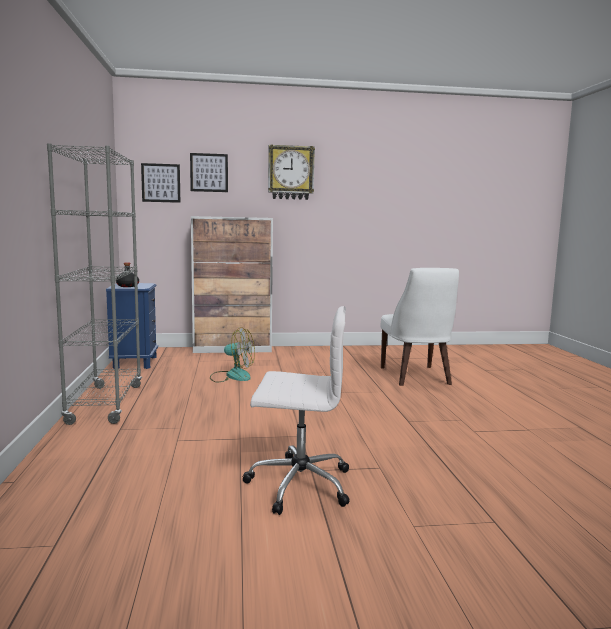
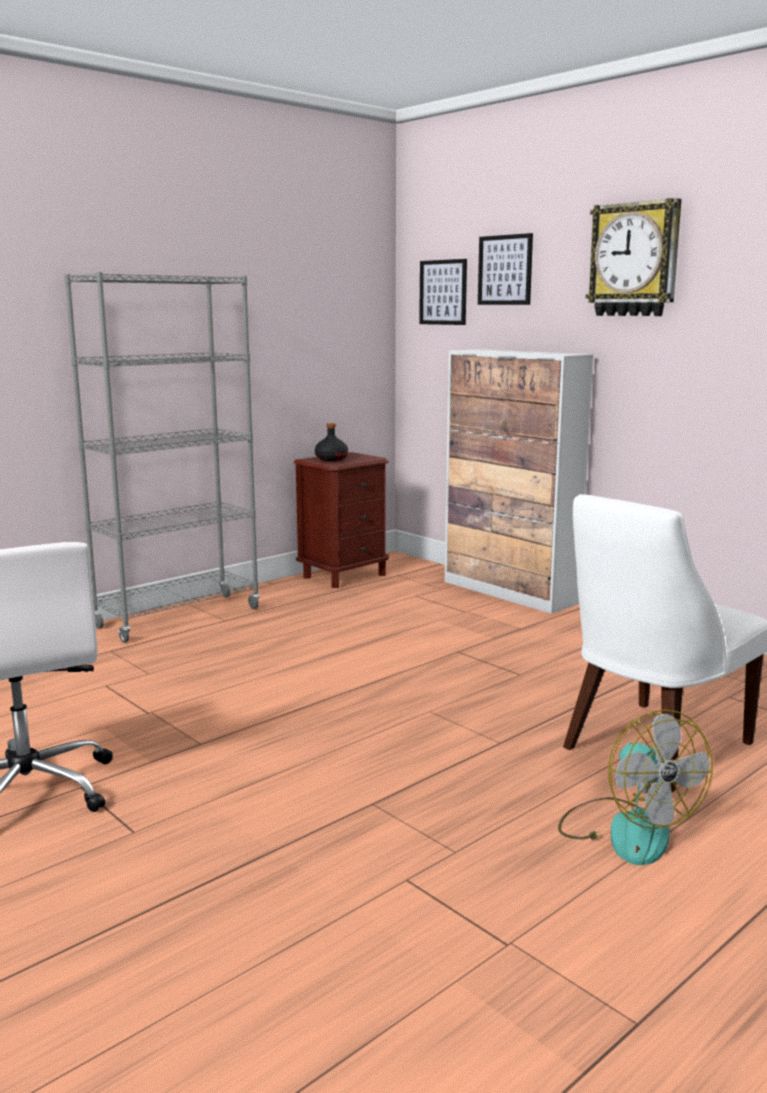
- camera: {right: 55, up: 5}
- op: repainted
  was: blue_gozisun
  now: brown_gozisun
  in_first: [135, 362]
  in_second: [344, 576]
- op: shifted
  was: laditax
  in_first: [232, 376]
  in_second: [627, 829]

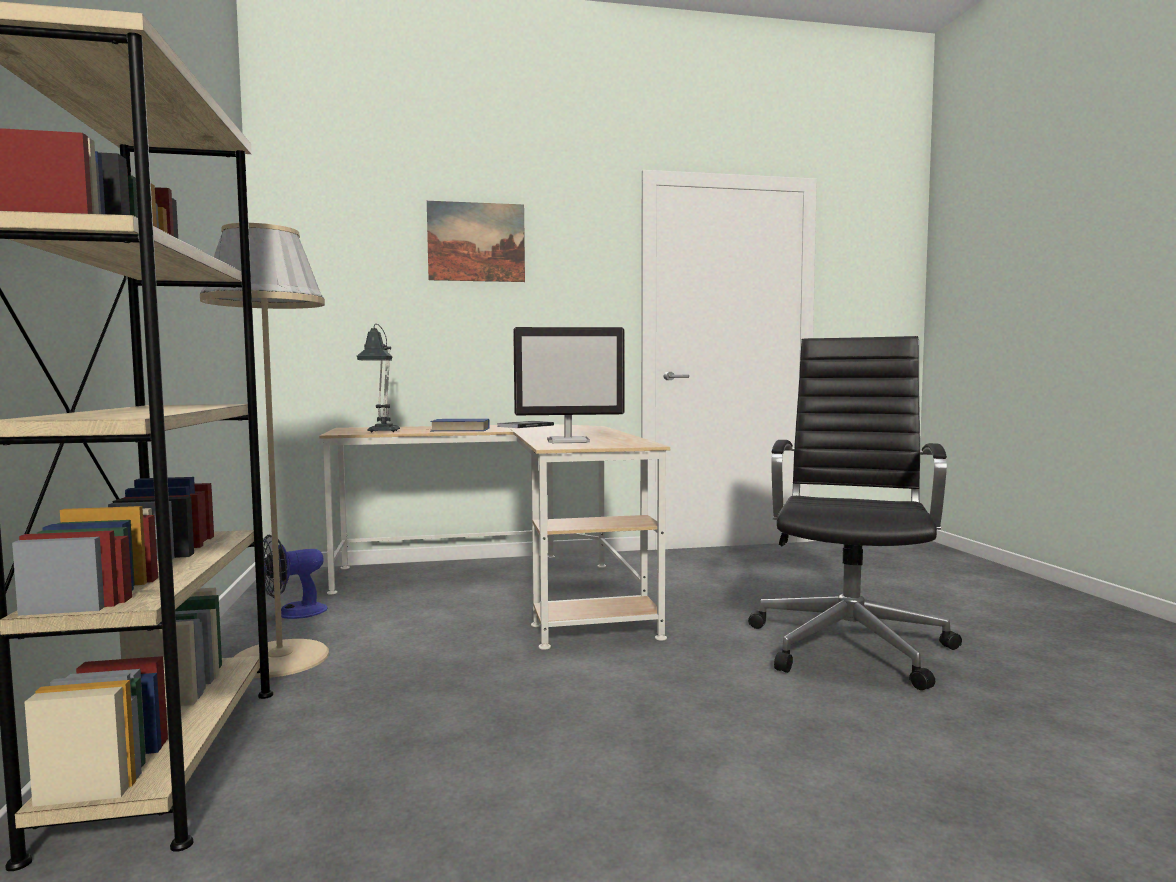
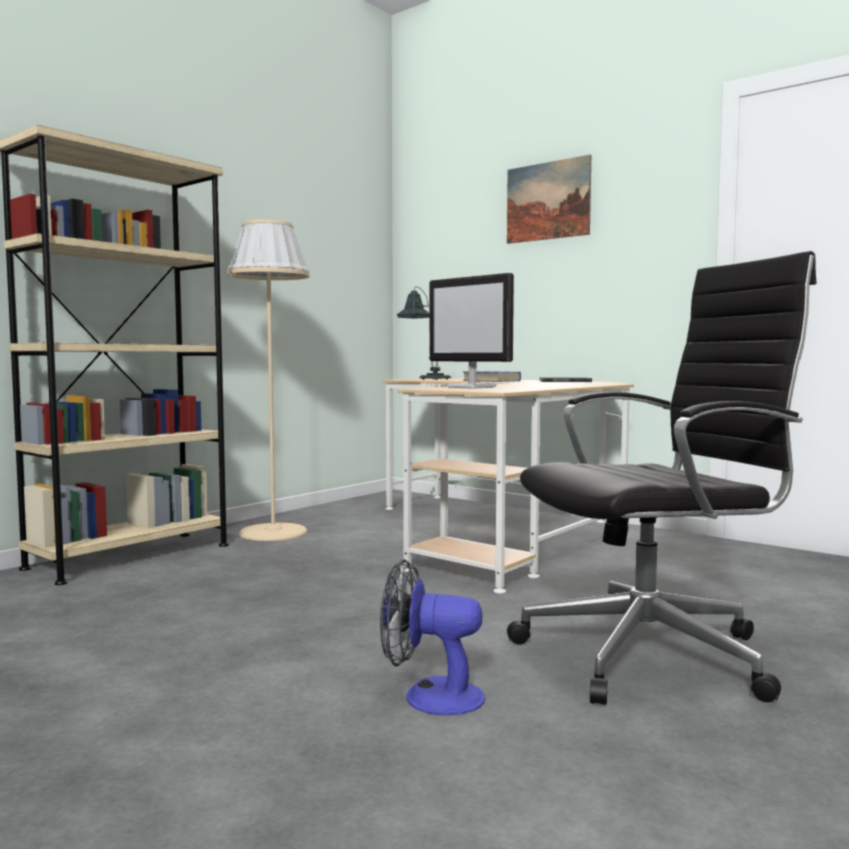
- camera: {right: 50, up: 0}
- op: shifted
  was: laditax
  in_first: [293, 613]
  in_second: [430, 696]

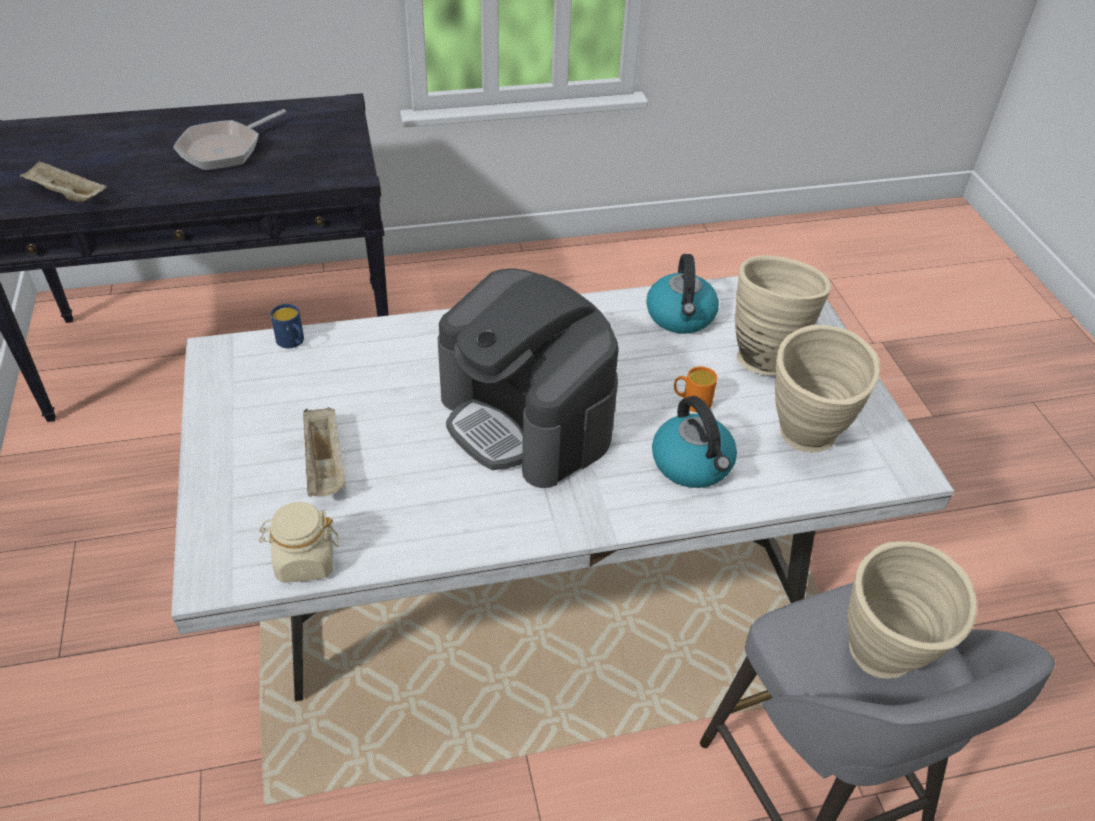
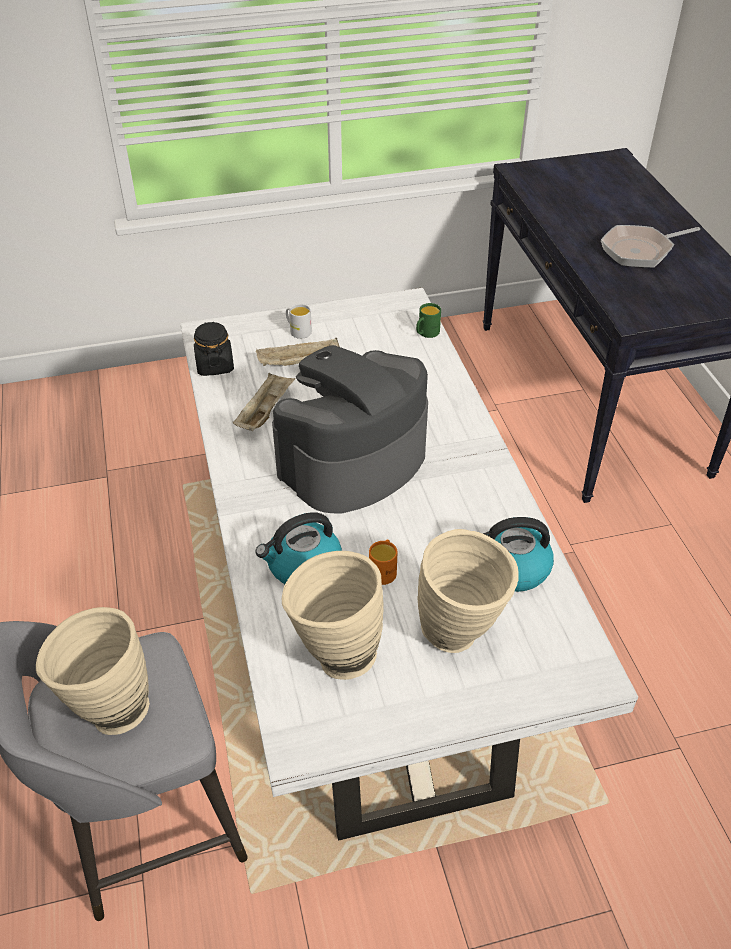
- camera: {right: 90, up: 0}
- op: rotated
  was: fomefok
  in_first: [225, 149]
  in_second: [640, 250]
  clockwise: -60
- op: shifted
  was: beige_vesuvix
  in_first: [66, 195]
  in_second: [265, 412]
- op: repainted
  was: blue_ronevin
  now: green_ronevin
  in_first: [293, 342]
  in_second: [426, 333]
- op: repainted
  was: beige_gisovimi
  now: black_gisovimi
  in_first: [304, 561]
  in_second: [215, 365]
- op: new
  now: white_ronevin
  in_second: [298, 331]

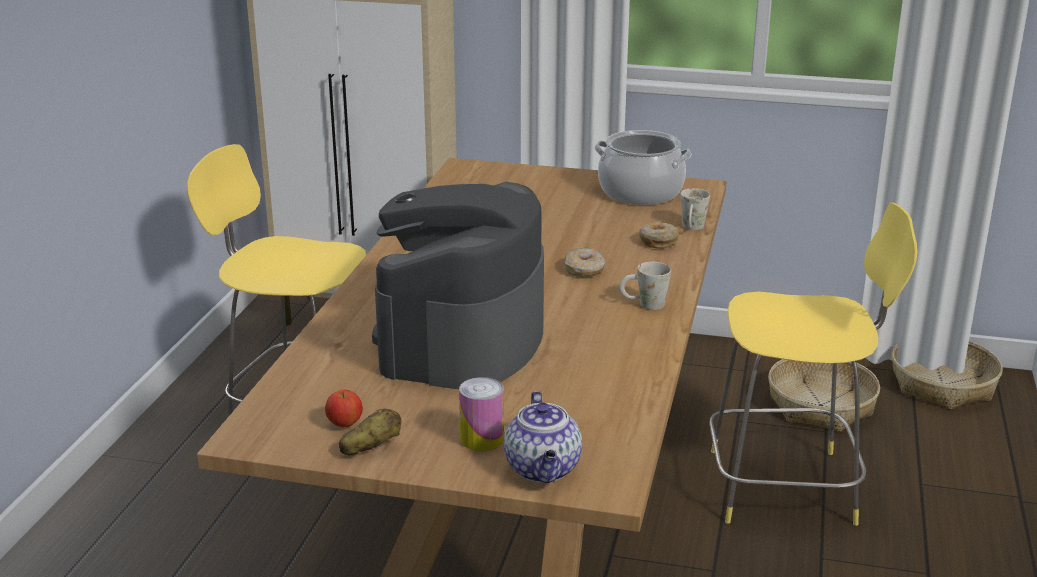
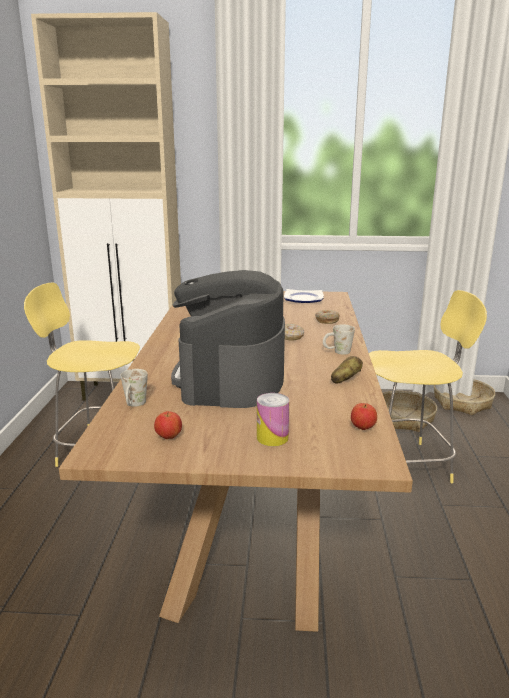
- camera: {right: -10, up: -5}
- op: swapped
  was: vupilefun
  now: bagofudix
  in_first: [640, 192]
  in_second: [302, 299]
- op: shifted
  was: white_ronevin
  in_first: [692, 229]
  in_second: [134, 405]
- op: gone
  was: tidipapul
  in_first: [544, 470]
- op: shifted
  was: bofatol
  in_first: [371, 448]
  in_second: [345, 380]
- op: new
  now: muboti
  in_second: [363, 428]

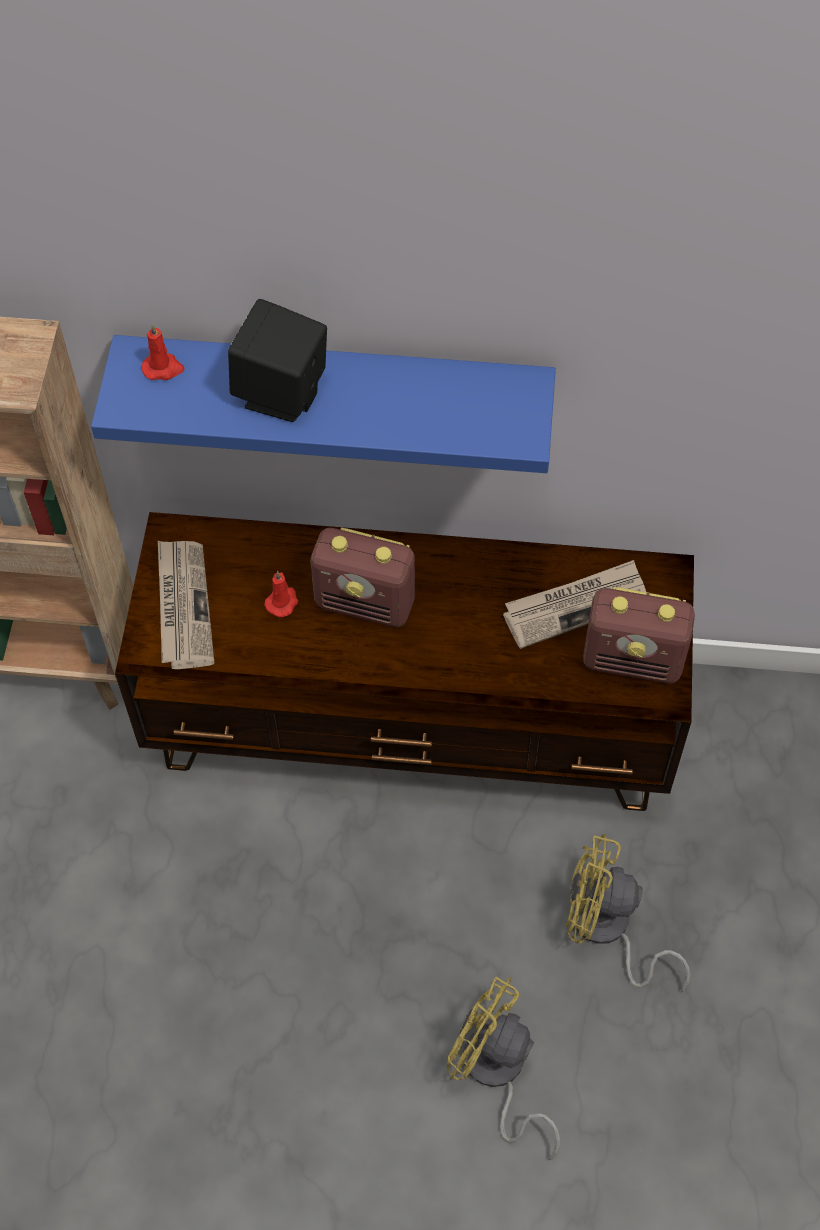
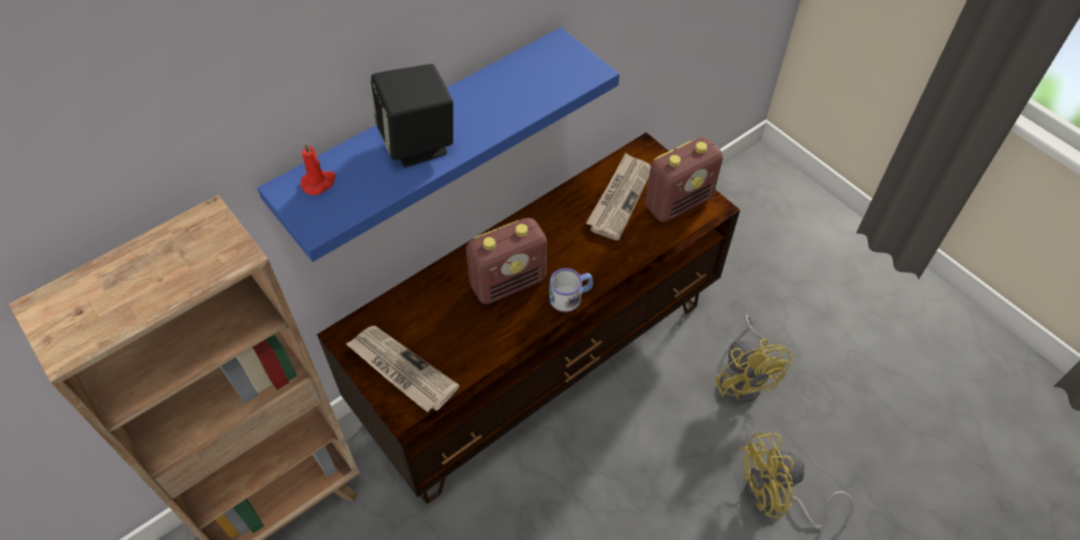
- camera: {right: -45, up: -5}
- op: gone
  was: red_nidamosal
  in_first: [282, 602]
- op: rotated
  was: yellow_laditax
  in_first: [607, 930]
  in_second: [744, 378]
  clockwise: -75
- op: new
  now: ronevin
  in_second: [571, 297]

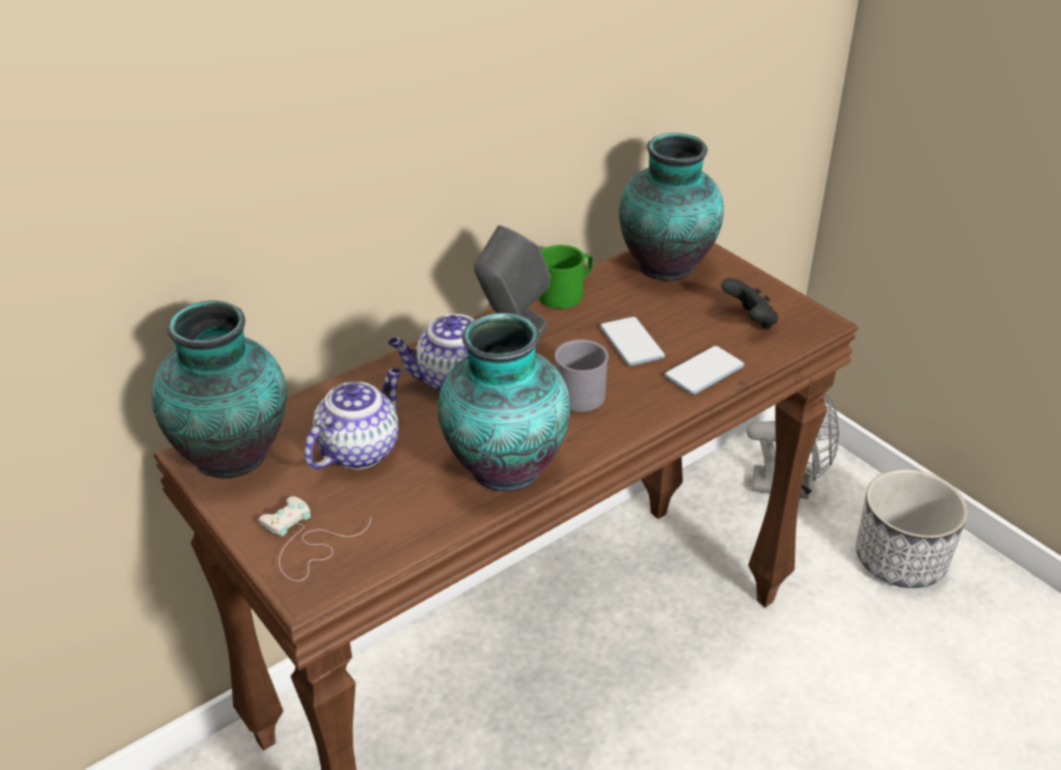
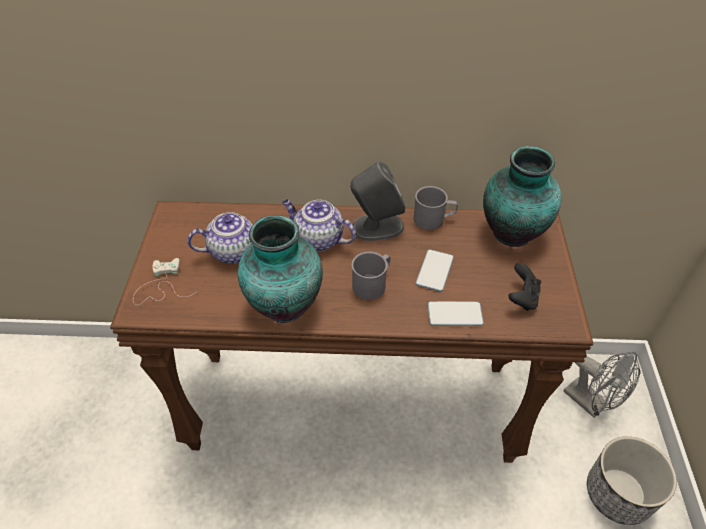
- camera: {right: 40, up: 10}
- op: repainted
  was: green_ronevin
  now: grey_ronevin
  in_first: [566, 293]
  in_second: [433, 219]
- op: gone
  was: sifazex
  in_first: [235, 456]

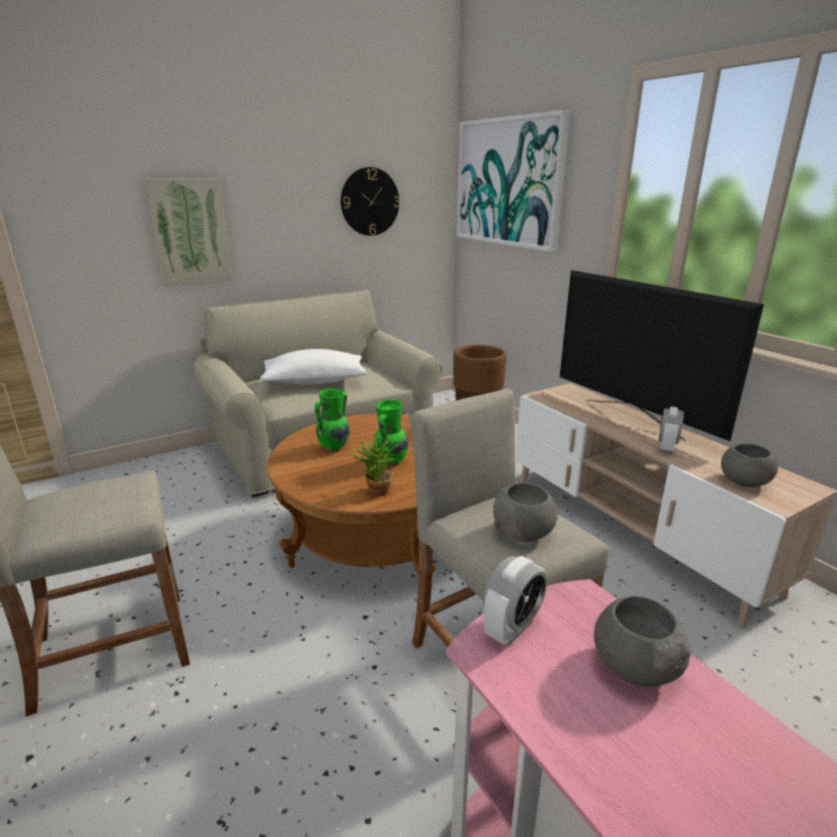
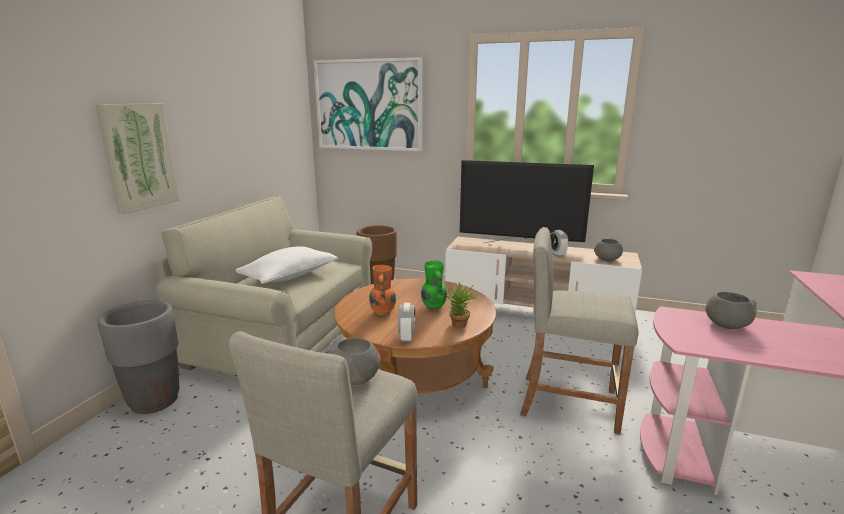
- camera: {right: -40, up: -5}
- op: gone
  was: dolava
  in_first: [370, 202]
- op: repainted
  was: green_sifazex
  now: orange_sifazex
  in_first: [334, 447]
  in_second: [383, 312]
- op: shifted
  was: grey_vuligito
  in_first: [523, 533]
  in_second: [355, 378]
- op: shifted
  was: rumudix
  in_first: [512, 628]
  in_second: [407, 337]
- op: new
  now: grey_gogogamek
  in_second: [154, 401]

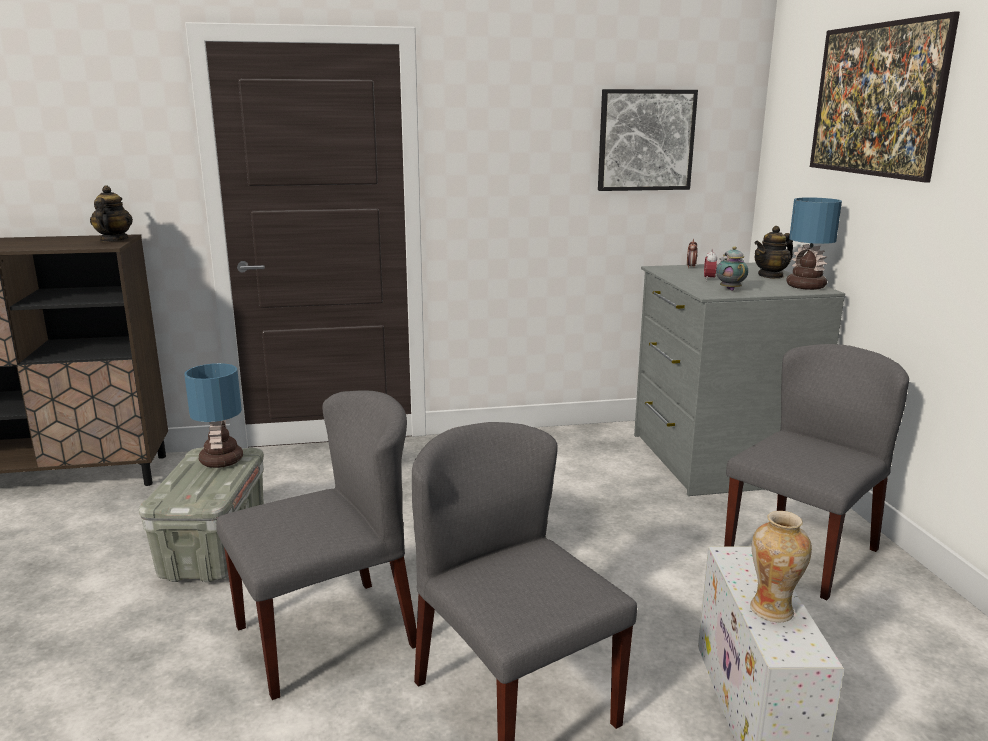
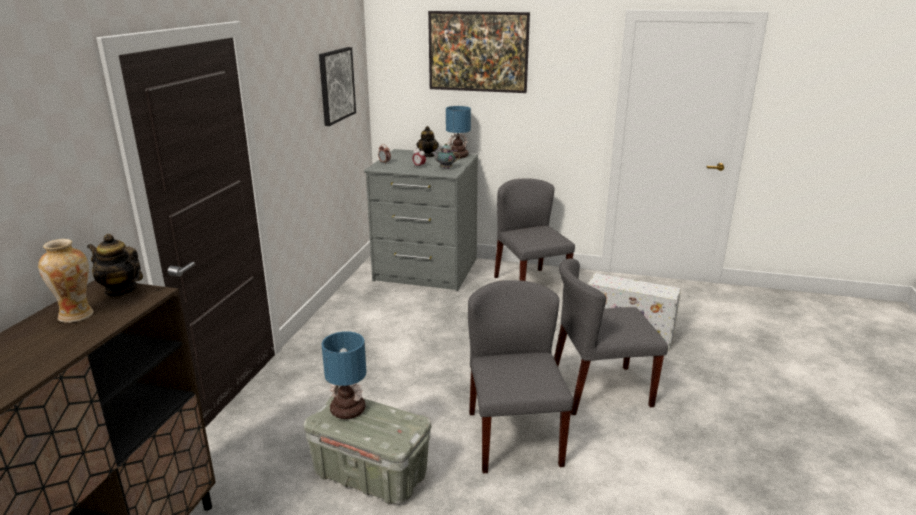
- camera: {right: -65, up: 5}
- op: shifted
  was: sifazex
  in_first: [772, 610]
  in_second: [76, 315]

